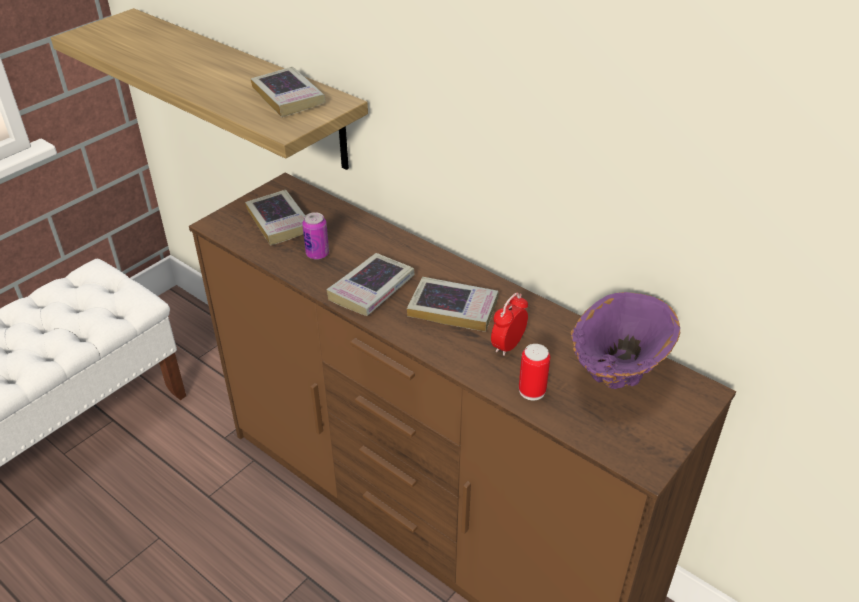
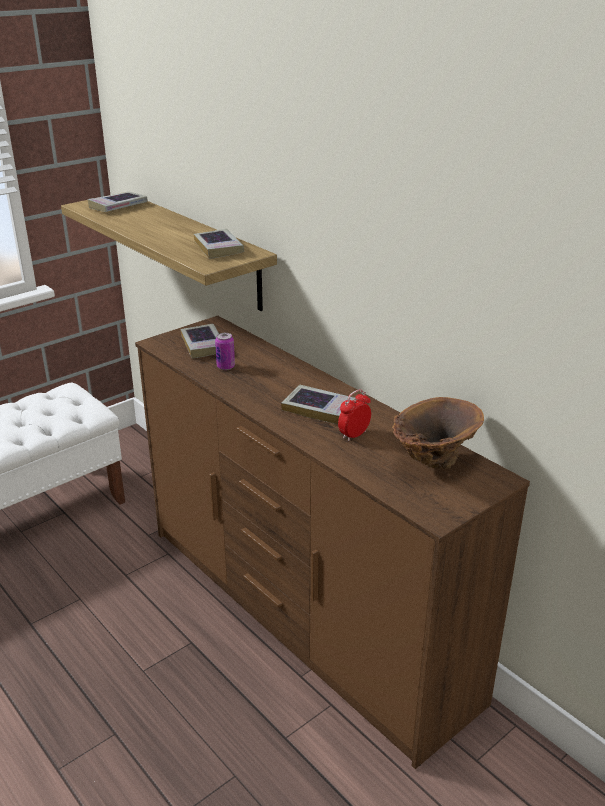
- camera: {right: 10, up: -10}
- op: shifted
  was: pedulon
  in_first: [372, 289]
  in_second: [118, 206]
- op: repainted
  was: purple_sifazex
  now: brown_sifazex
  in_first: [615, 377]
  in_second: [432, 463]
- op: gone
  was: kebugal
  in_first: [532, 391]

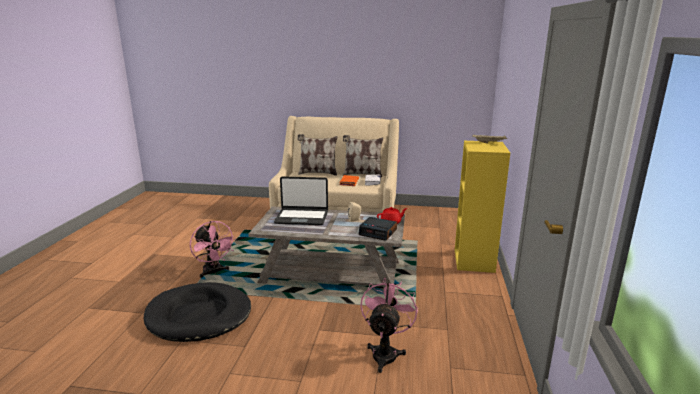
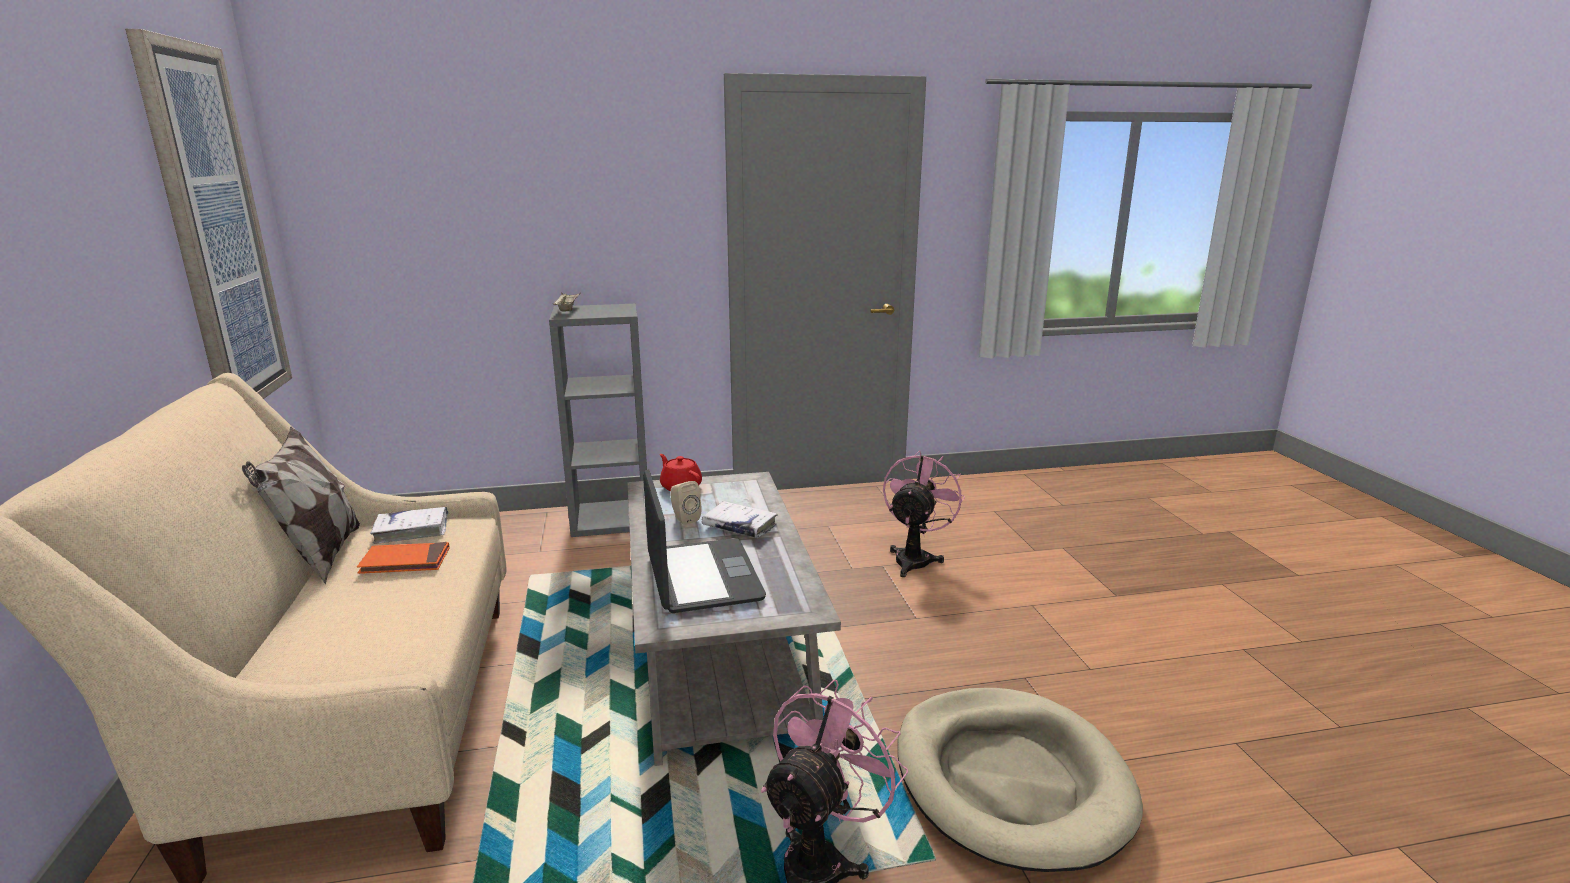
- camera: {right: -110, up: 0}
- op: gone
  was: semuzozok
  in_first: [317, 173]
- op: repainted
  was: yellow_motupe
  now: grey_motupe
  in_first: [474, 261]
  in_second: [612, 519]
- op: gone
  was: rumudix
  in_first: [378, 232]
- op: rotated
  was: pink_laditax
  in_first: [385, 352]
  in_second: [915, 558]
  clockwise: 120
- op: repainted
  was: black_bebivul
  now: beige_bebivul
  in_first: [199, 315]
  in_second: [1010, 780]
- op: new
  now: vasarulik
  in_second: [215, 231]
- op: new
  now: white_pedulon
  in_second: [739, 527]

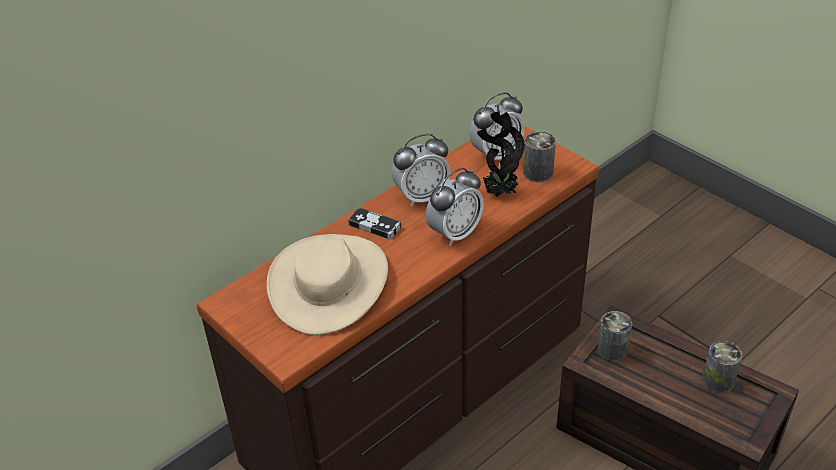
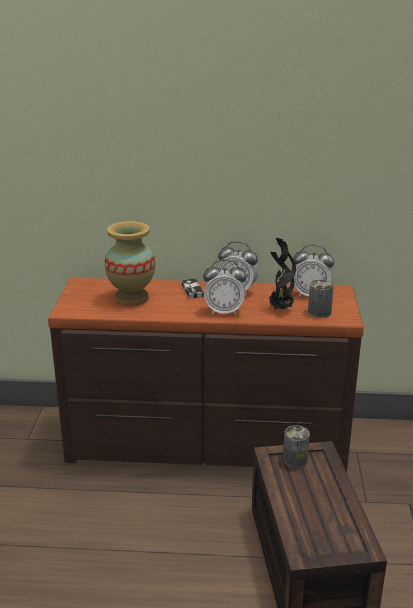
- camera: {right: 45, up: -15}
- op: swapped
  was: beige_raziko
  now: sifazex
  in_first: [329, 283]
  in_second: [131, 298]
- op: gone
  was: kebugal
  in_first: [718, 380]

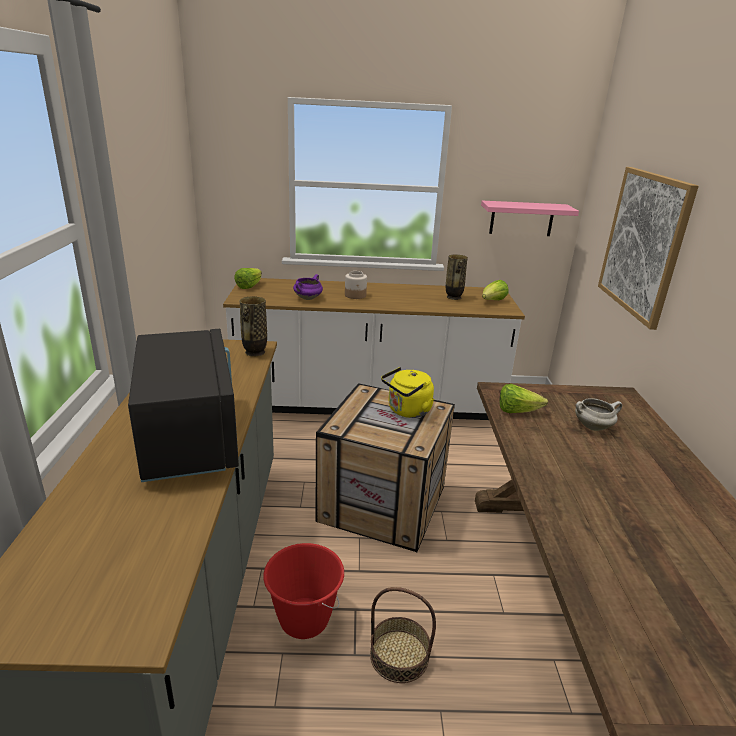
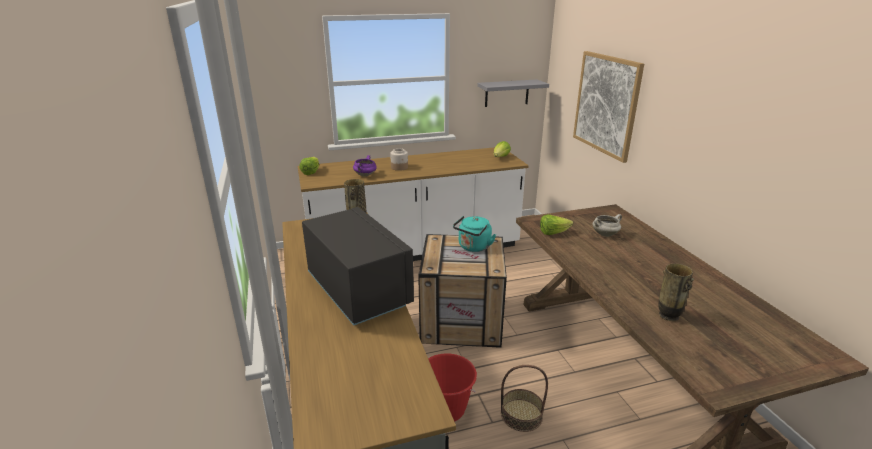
- camera: {right: -15, up: 0}
- op: repainted
  was: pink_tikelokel
  now: grey_tikelokel
  in_first: [521, 218]
  in_second: [507, 93]
- op: shifted
  was: sifazex
  in_first: [453, 297]
  in_second: [668, 316]
- op: repainted
  was: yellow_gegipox
  now: turquoise_gegipox
  in_first: [407, 411]
  in_second: [473, 247]

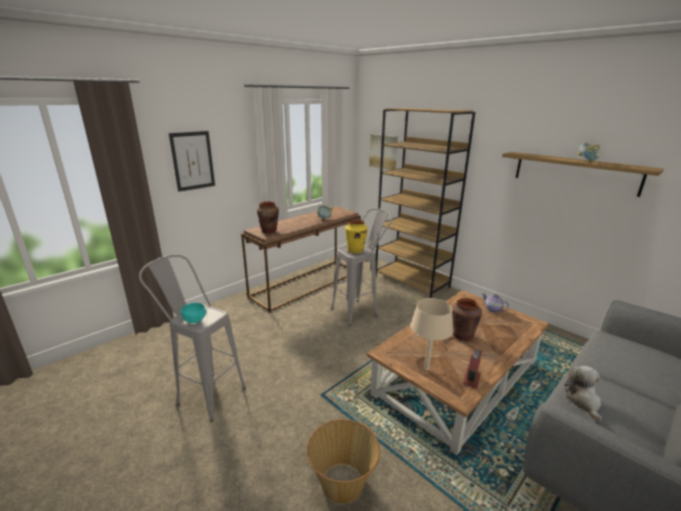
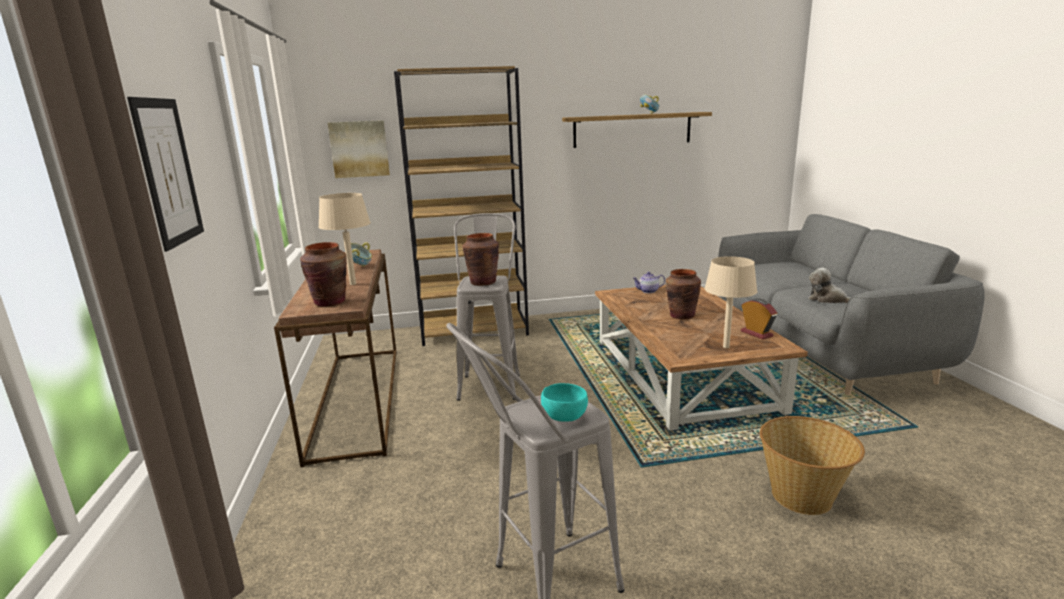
- camera: {right: -55, up: -5}
- op: repainted
  was: yellow_sifazex
  now: brown_sifazex
  in_first: [355, 250]
  in_second: [483, 282]
- op: new
  now: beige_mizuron
  in_second: [353, 284]

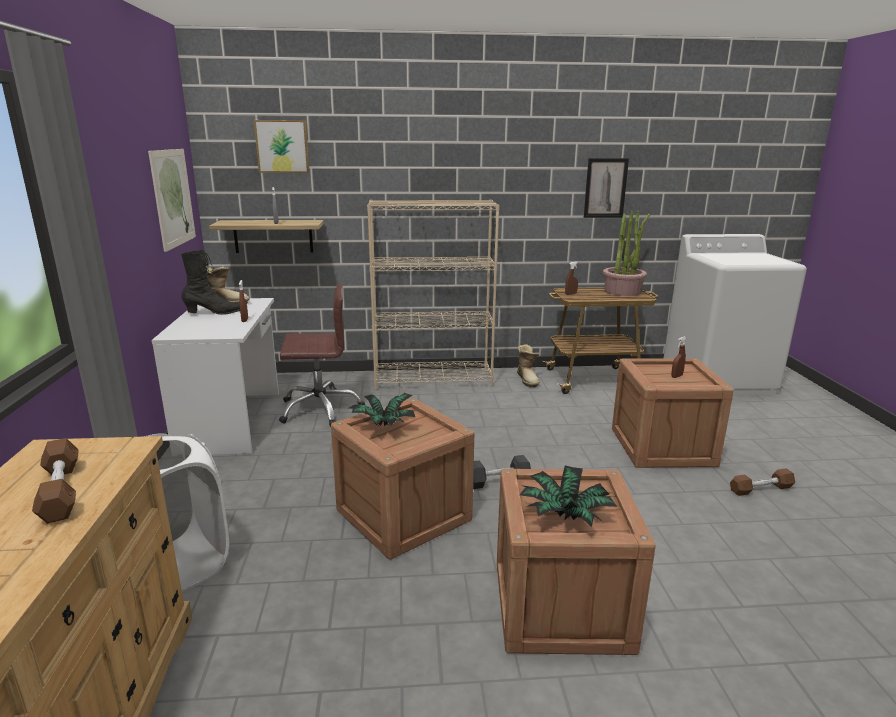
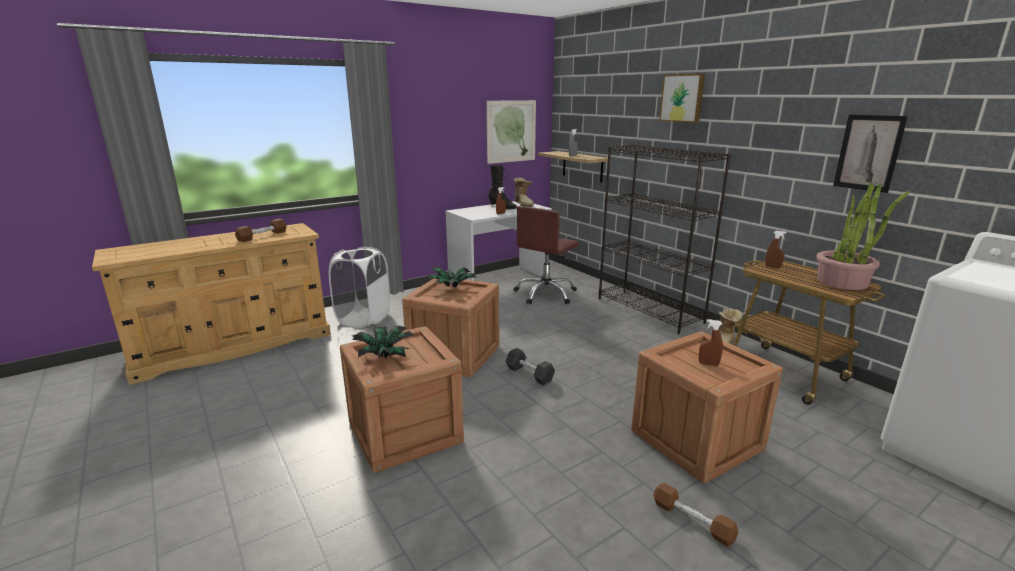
- camera: {right: 60, up: 0}
- op: shifted
  was: vasarulik
  in_first: [282, 146]
  in_second: [682, 98]
- op: repainted
  was: beige_motupe
  now: black_motupe
  in_first: [433, 379]
  in_second: [650, 310]
- op: rotated
  was: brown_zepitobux
  in_first: [320, 409]
  in_second: [546, 294]
  clockwise: 75

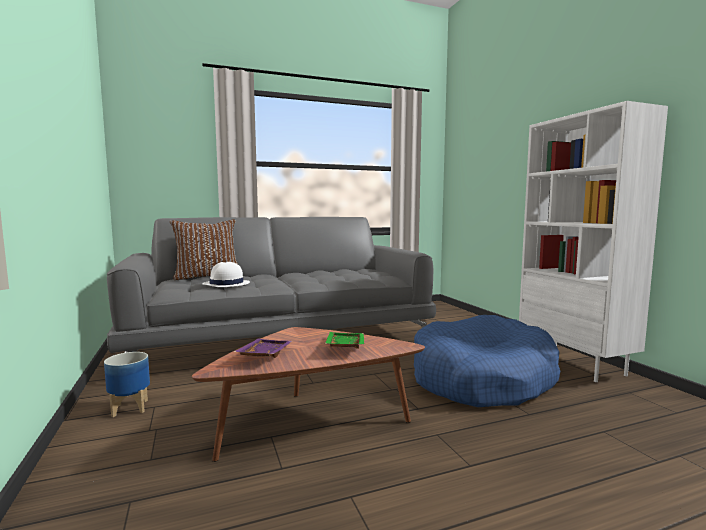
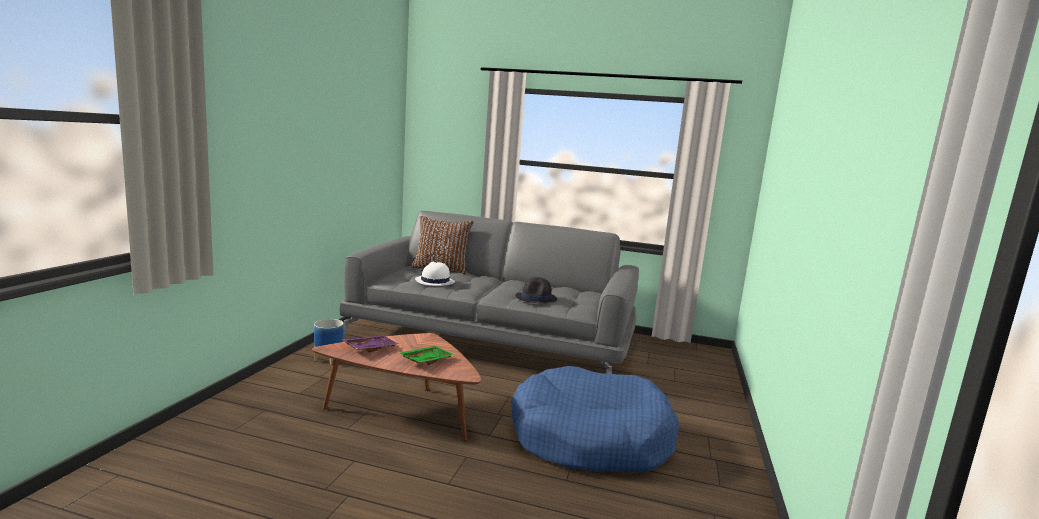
- camera: {right: 35, up: 5}
- op: gone
  was: white_motupe
  in_first: [575, 363]
- op: new
  now: black_raziko
  in_second: [536, 298]

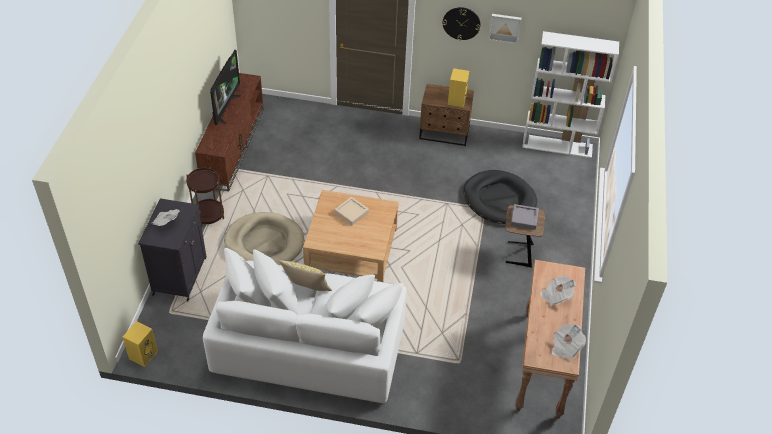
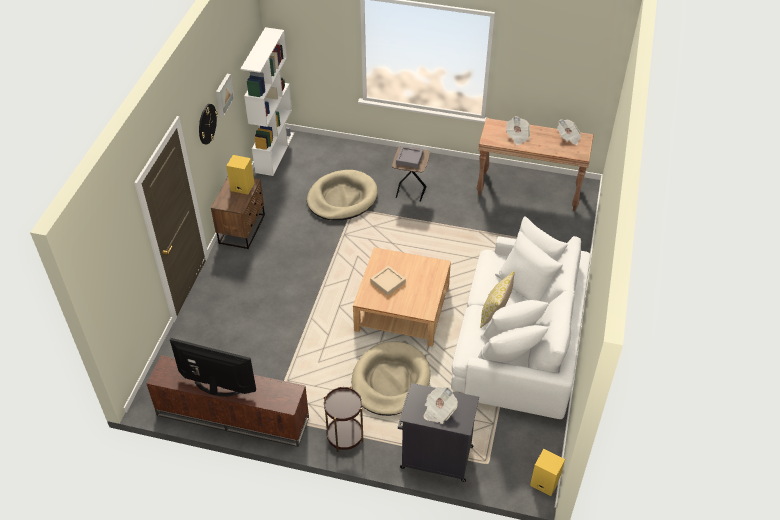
- camera: {right: -85, up: 0}
- op: repainted
  was: black_bebivul
  now: beige_bebivul
  in_first: [499, 199]
  in_second: [342, 198]

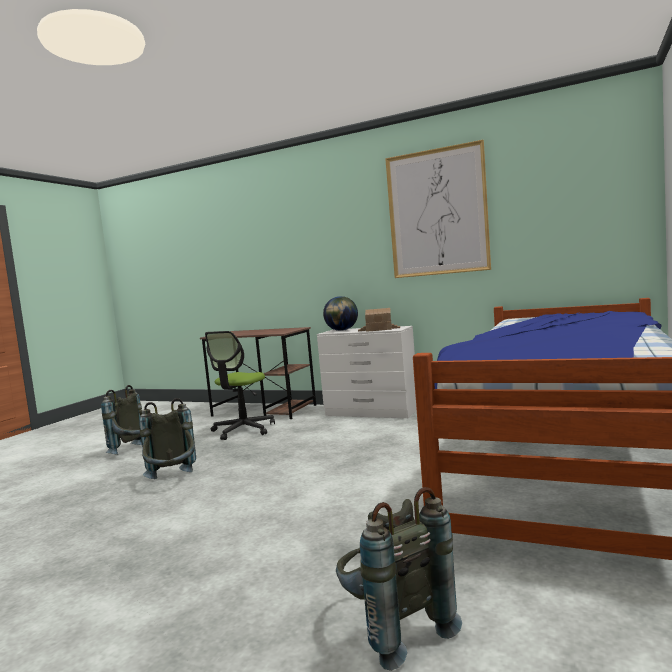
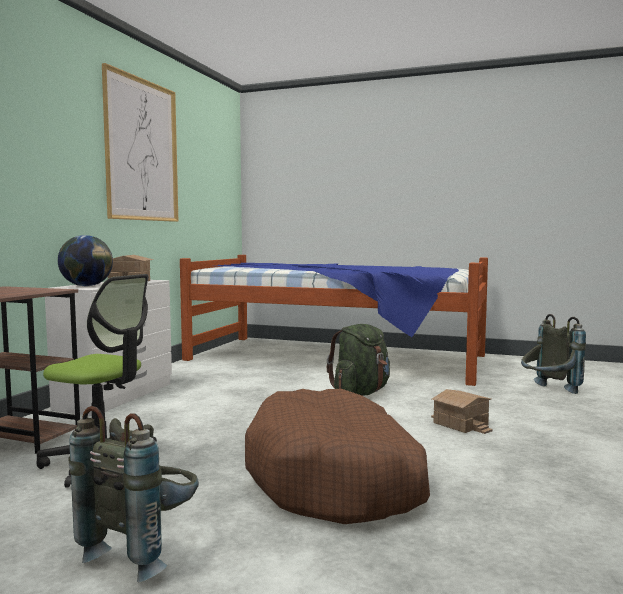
- camera: {right: -95, up: 0}
- op: swapped
  was: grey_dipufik
  now: brown_bebivul
  in_first: [173, 481]
  in_second: [336, 479]
- op: new
  now: green_dipufik
  in_second: [361, 392]
- op: new
  now: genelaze
  in_second: [461, 423]

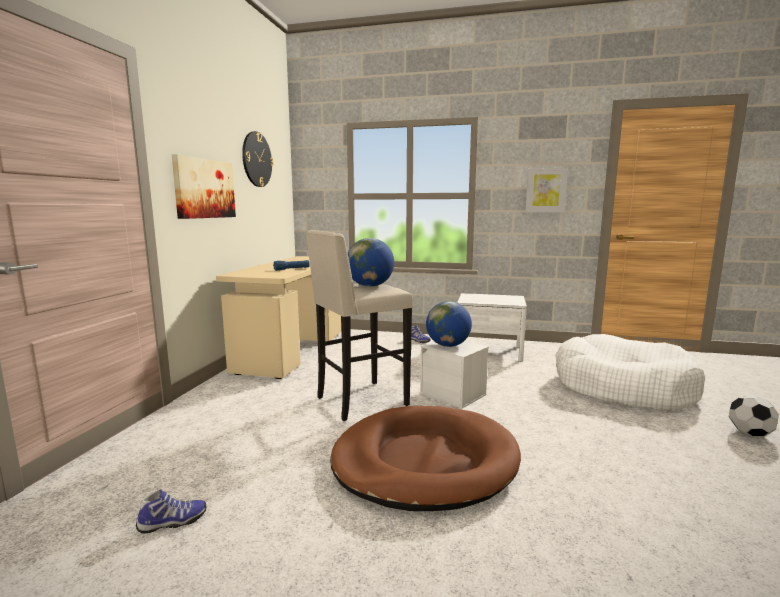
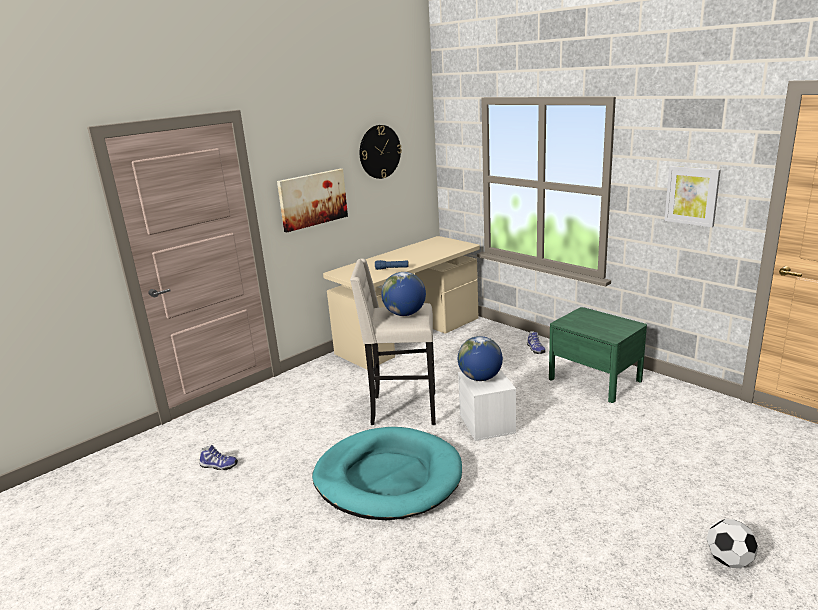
- camera: {right: 35, up: 10}
- op: repainted
  was: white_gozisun
  now: green_gozisun
  in_first: [489, 350]
  in_second: [594, 380]
- op: gone
  was: white_bebivul
  in_first: [622, 387]
- op: repainted
  was: brown_bebivul
  now: turquoise_bebivul
  in_first: [424, 462]
  in_second: [388, 478]

